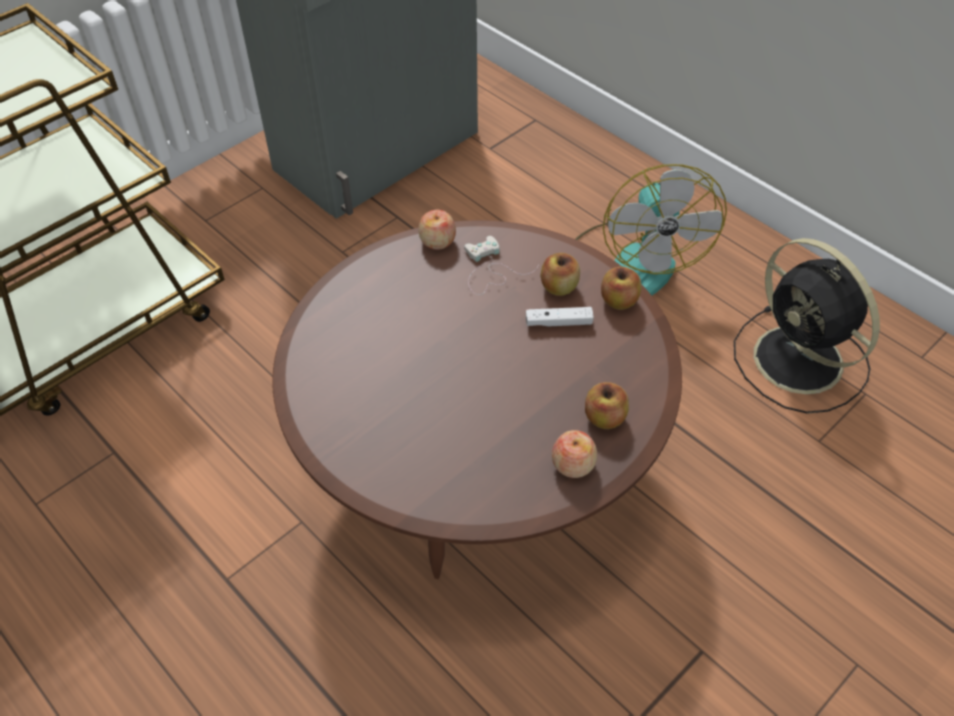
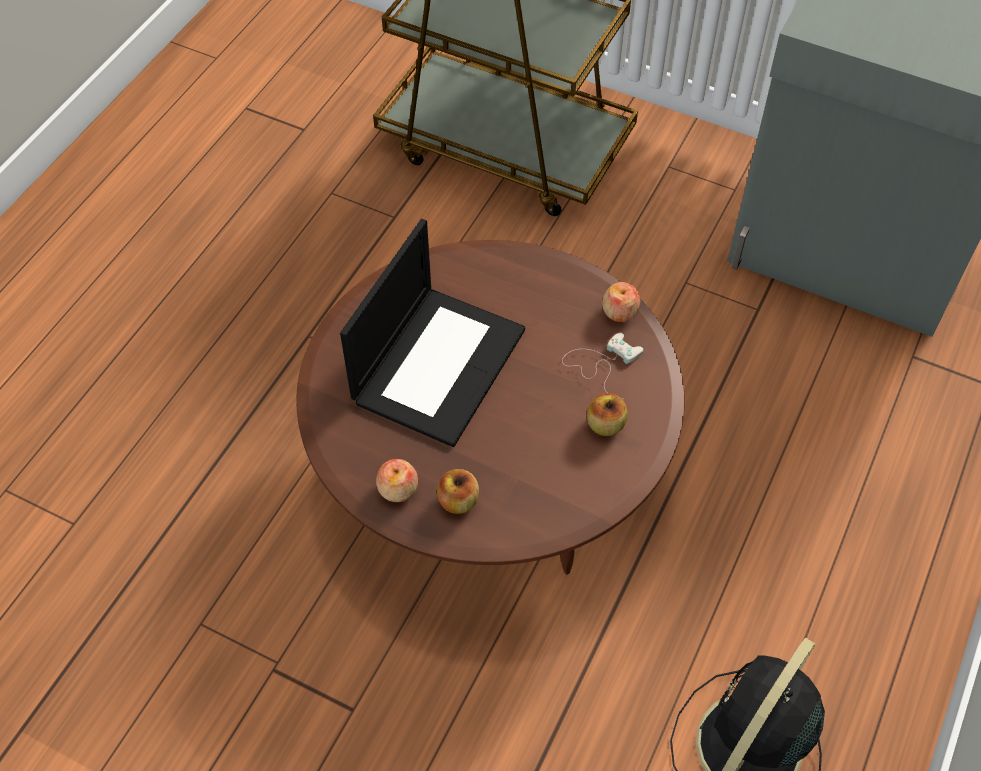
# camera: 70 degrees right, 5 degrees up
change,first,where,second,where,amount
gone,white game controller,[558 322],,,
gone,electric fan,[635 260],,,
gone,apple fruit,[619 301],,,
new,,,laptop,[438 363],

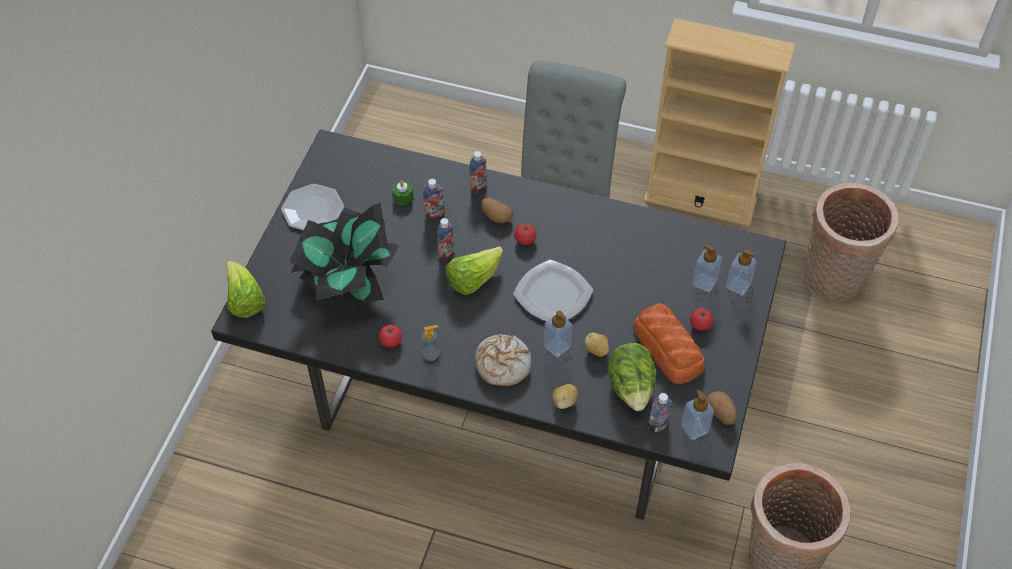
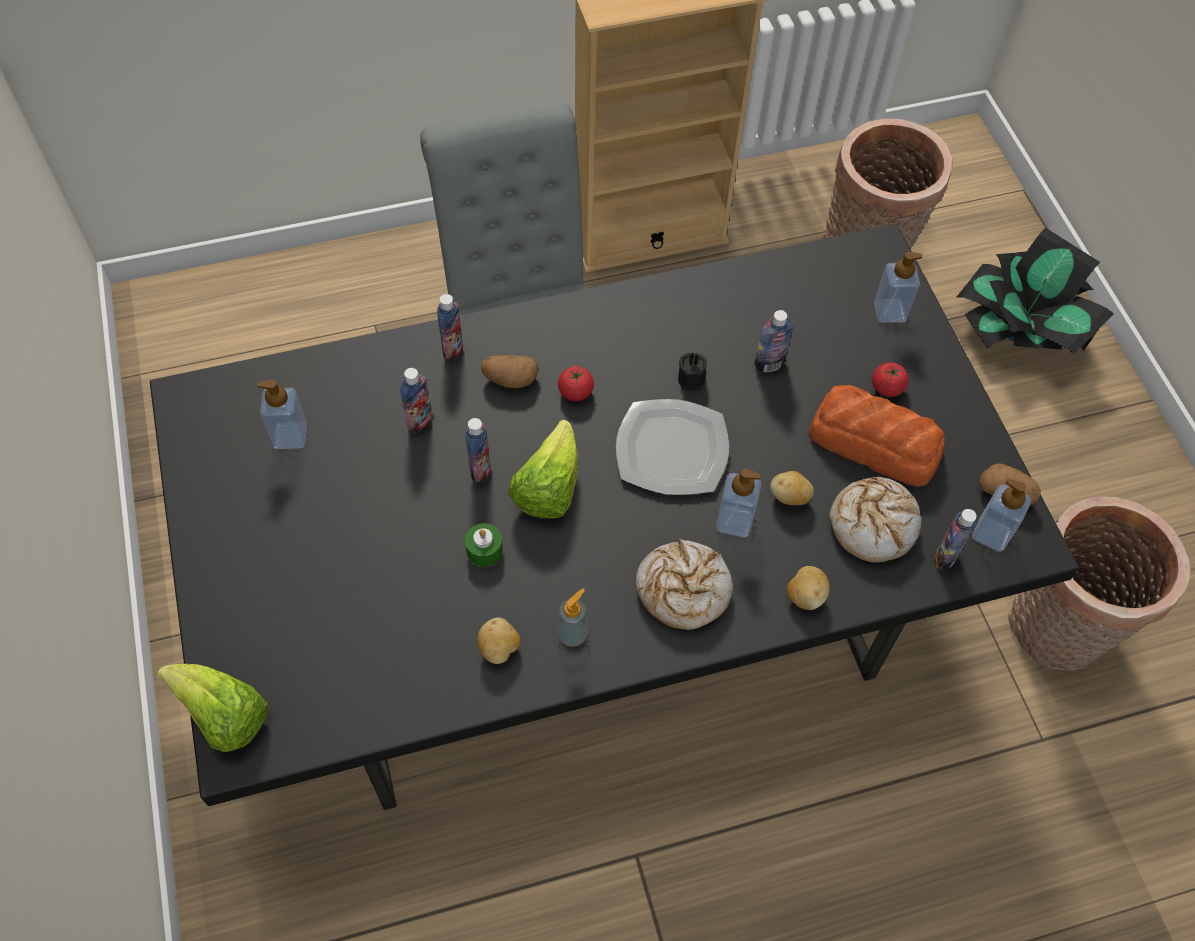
# camera: 35 degrees left, 5 degrees up
change,first,where,second,where,amount
gone,flat dish,[312 209],,,
new,,,black candle,[692 378],
new,,,bottle,[769 364],
shifted,plant in a pot,[347 281],,[1018 333],
shifted,green candle,[403 196],,[484 550],
shifted,soap bottle,[704 282],,[290 436],
swapped,tomato,[390 341],potato,[499 648],
swapped,lettuce head,[631 388],baked bread,[873 524],

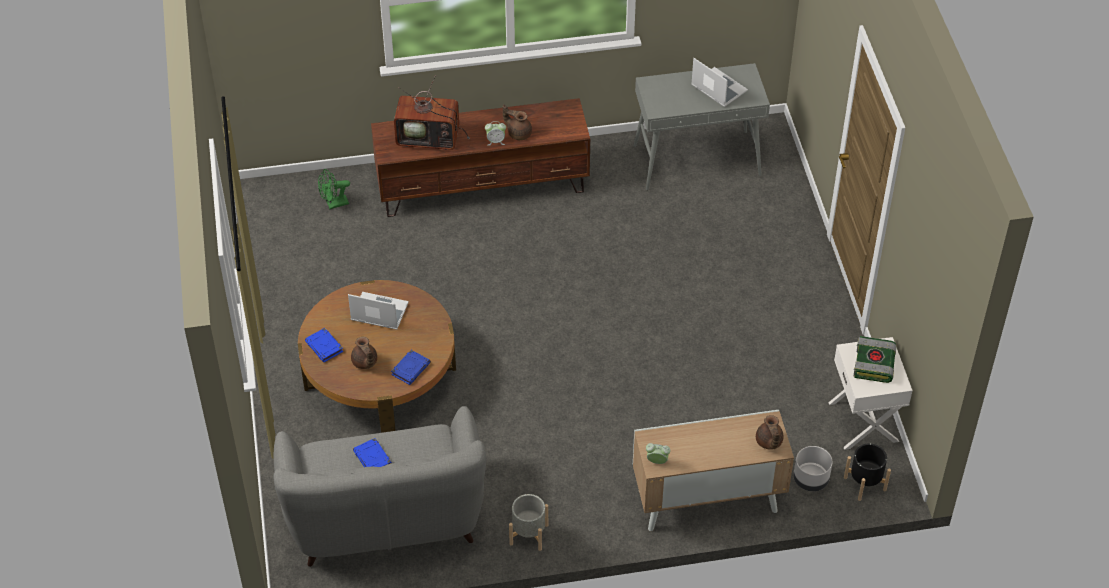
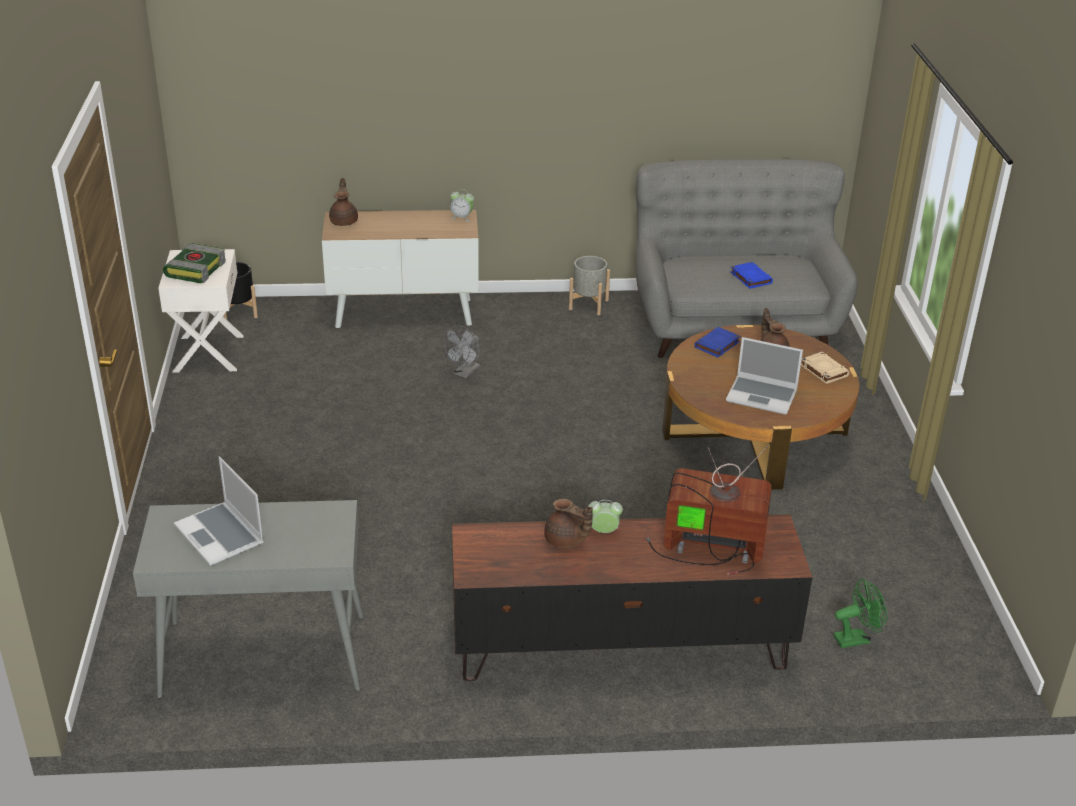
# camera: 175 degrees left, 15 degrees down
change,first,where,second,where,amount
gone,greyish plant pot,[810 480],,,
new,,,greyish electric fan,[464 373],
repainted,bluish bound book,[324 347],beige-coloured bound book,[823 370],

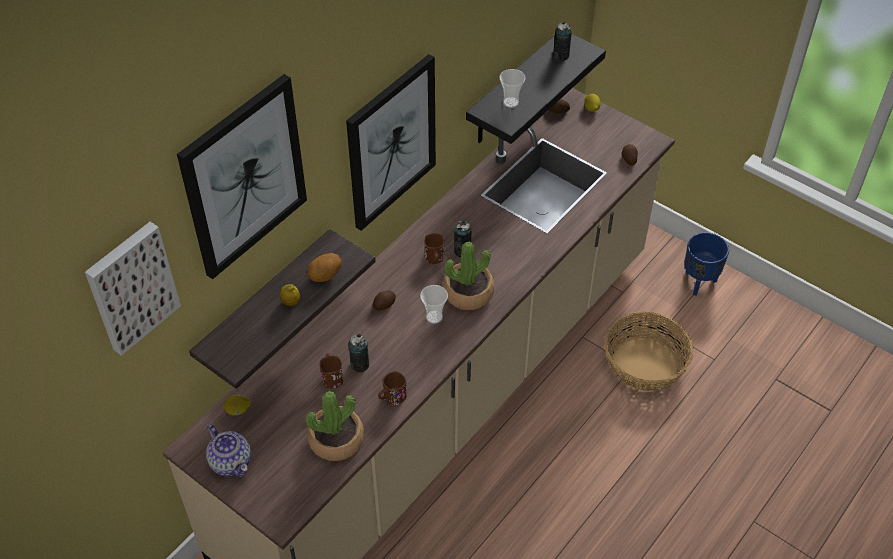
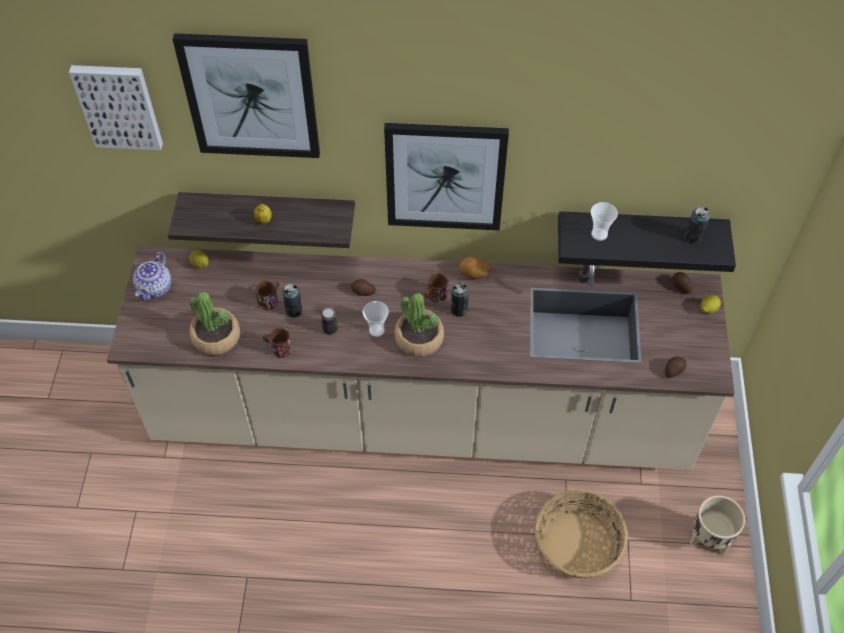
# camera: 55 degrees right, 5 degrees up
change,first,where,second,where,amount
new,,,can,[330 329],
shifted,potato,[325 276],,[473 275],
repainted,bluish plant pot,[698 282],beige-coloured plant pot,[708 540],

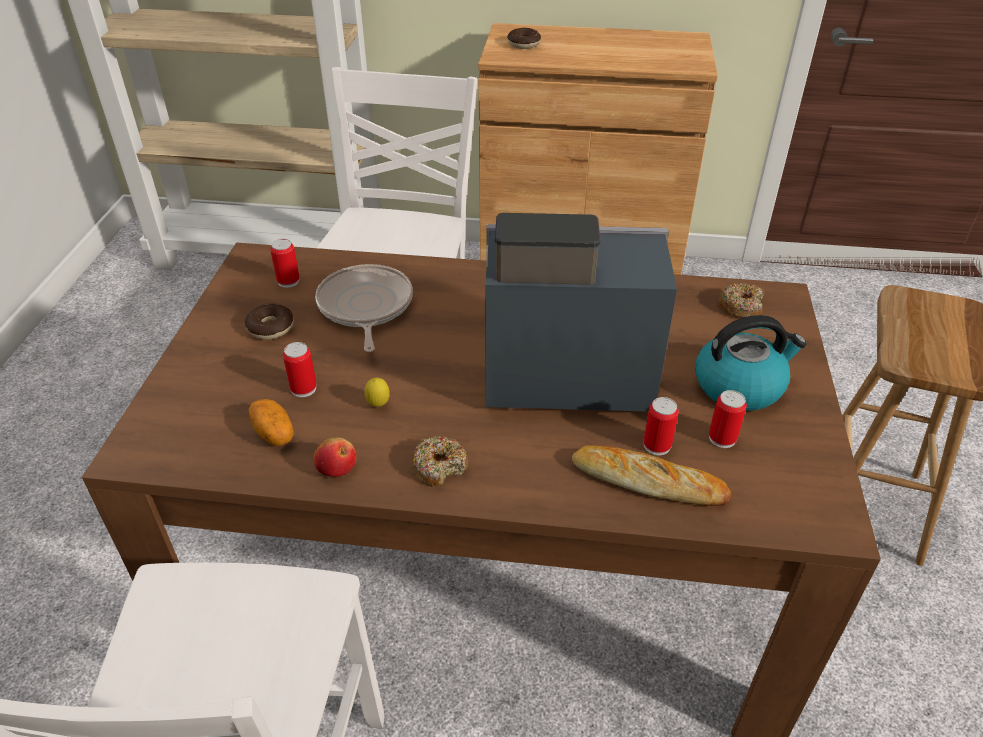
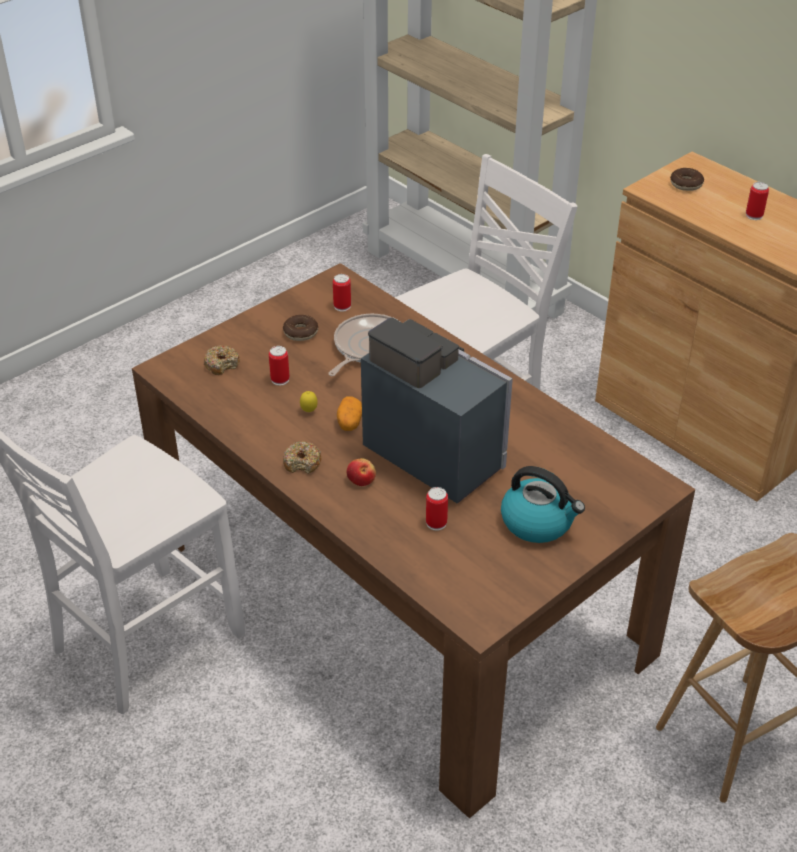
# camera: 40 degrees right, 0 degrees up
change,first,where,second,where,amount
gone,baked bread,[648 481],,,
shifted,potato,[274 433],,[349 422],
shifted,apple fruit,[337 468],,[361 480],
shifted,can,[722 438],,[754 215],
shifted,ring doughnut,[740 307],,[222 364],

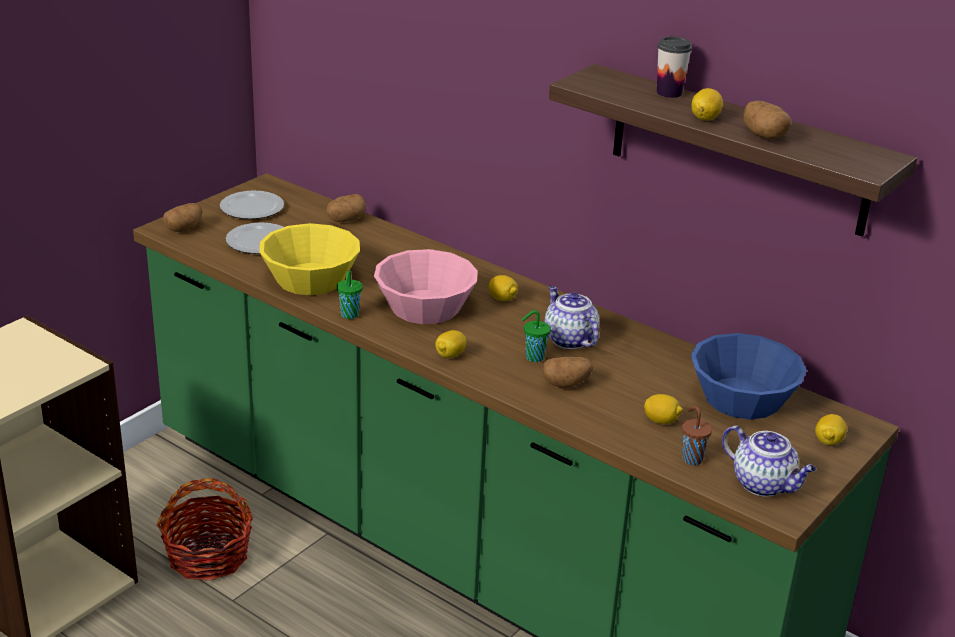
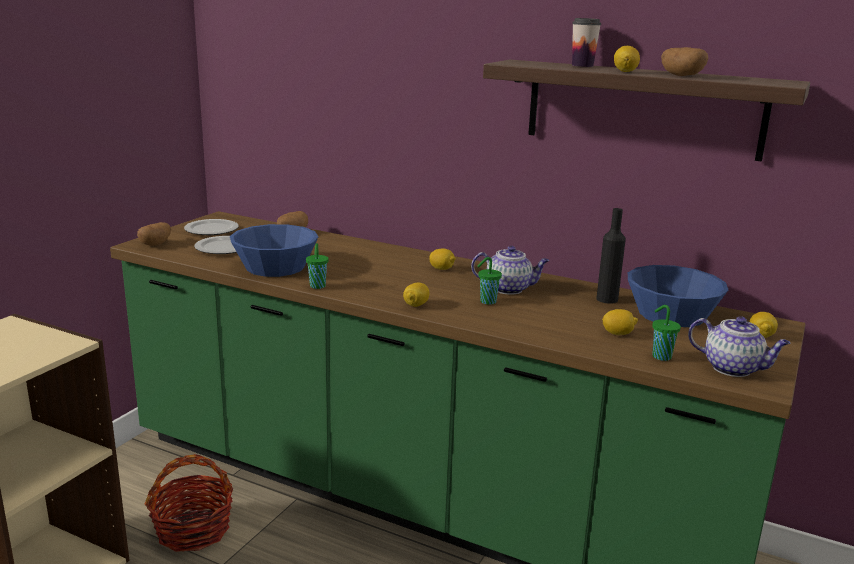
# camera: 10 degrees left, 10 degrees down
change,first,where,second,where,amount
gone,pink-coloured deep dish,[425 306],,,
gone,potato,[566 384],,,
new,,,black bottle,[607 299],
repainted,yellowish deep dish,[311 278],bluish deep dish,[275 266],
repainted,brown-coloured cup,[691 458],green cup,[660 356],
rotated,tea pot,[568 339],,[509 289],135 degrees clockwise

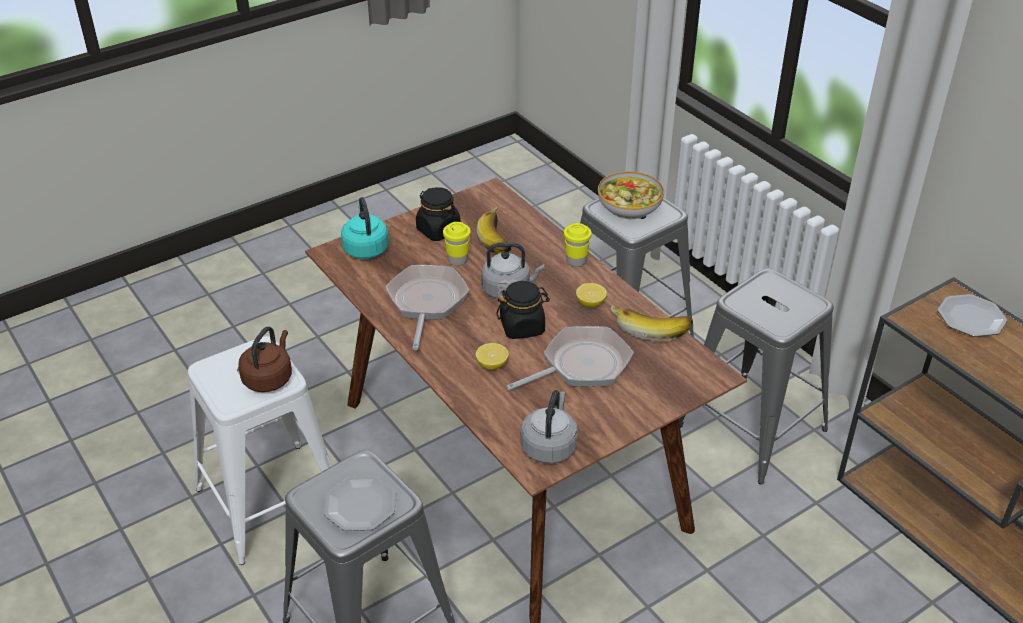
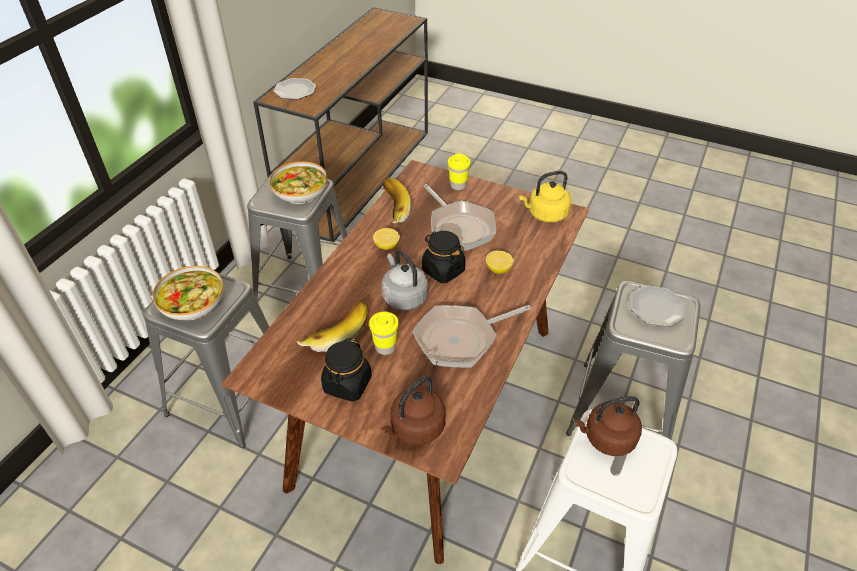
# camera: 120 degrees left, 5 degrees up
change,first,where,second,where,amount
new,,,deep dish,[300 192],
shifted,yellowish cup,[576 261],,[458 186],
repainted,turquoise-coloured water kettle,[365 248],brown-coloured water kettle,[415 428],
repainted,greyish water kettle,[549 446],yellowish water kettle,[545 214],
rotated,pan,[581 365],,[459 227],150 degrees counterclockwise

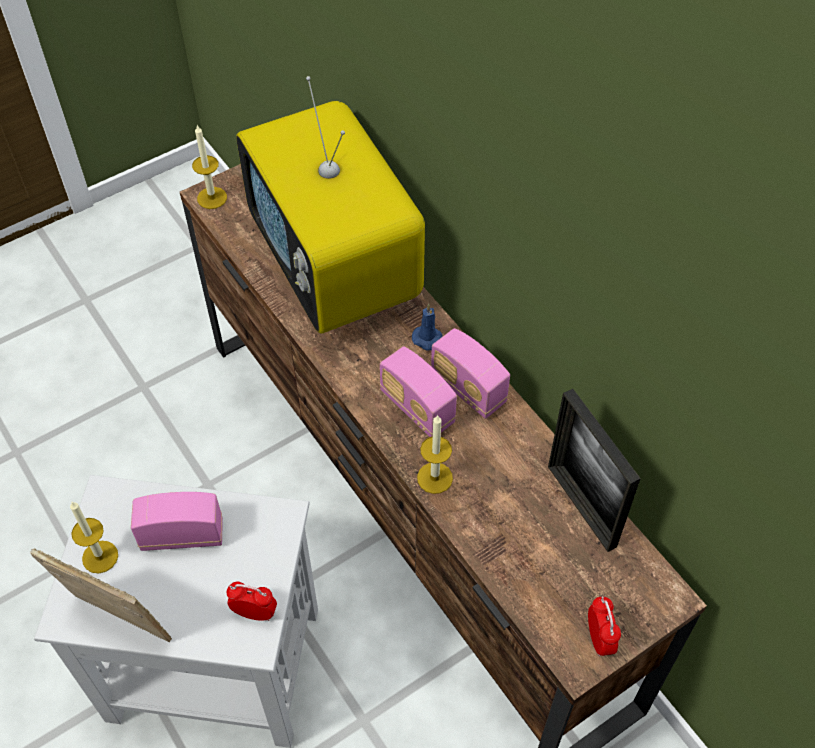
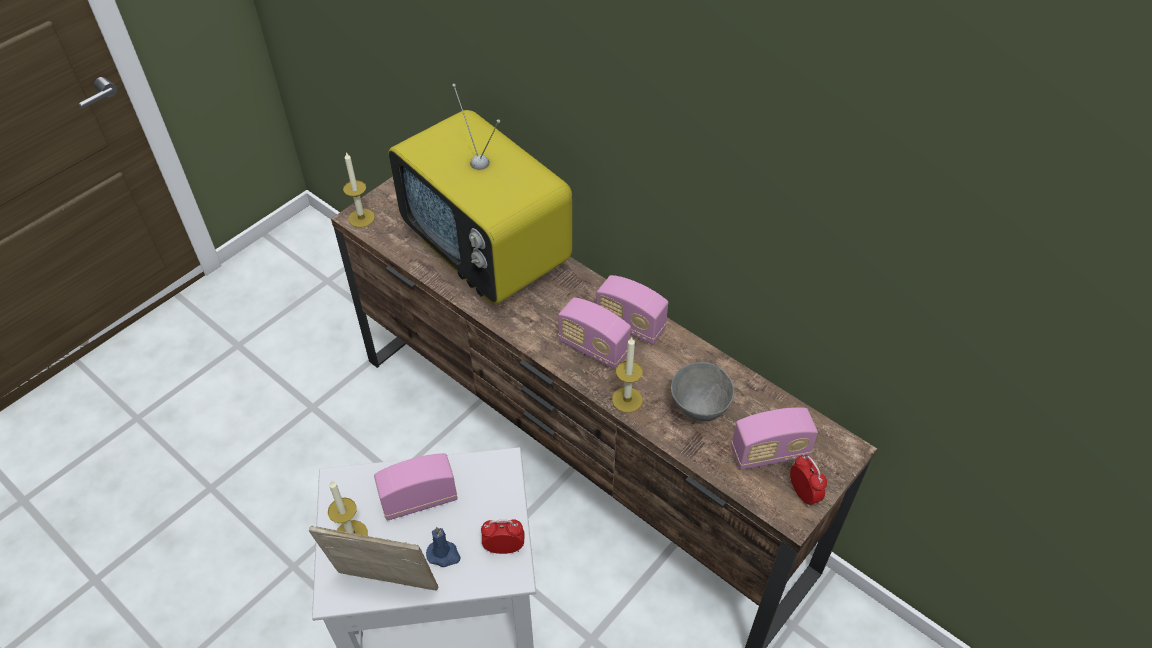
# camera: 15 degrees left, 5 degrees down
change,first,where,second,where,amount
gone,photo frame,[581 506],,,
new,,,greyish deep dish,[698 408],
new,,,radio,[769 453],
shifted,bluish candle,[429 340],,[444 554],

